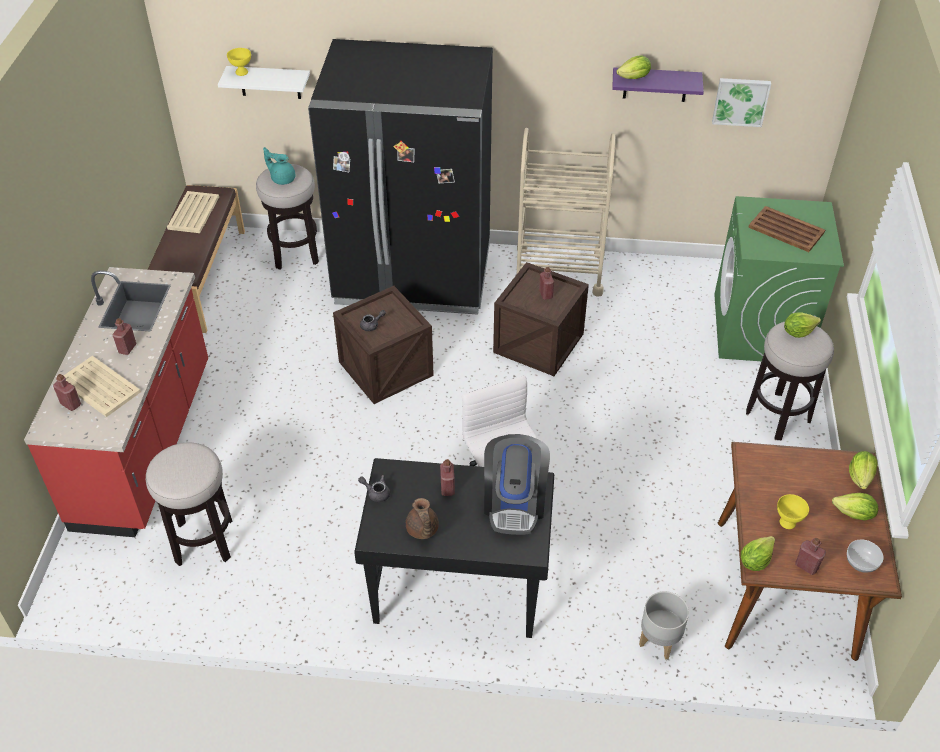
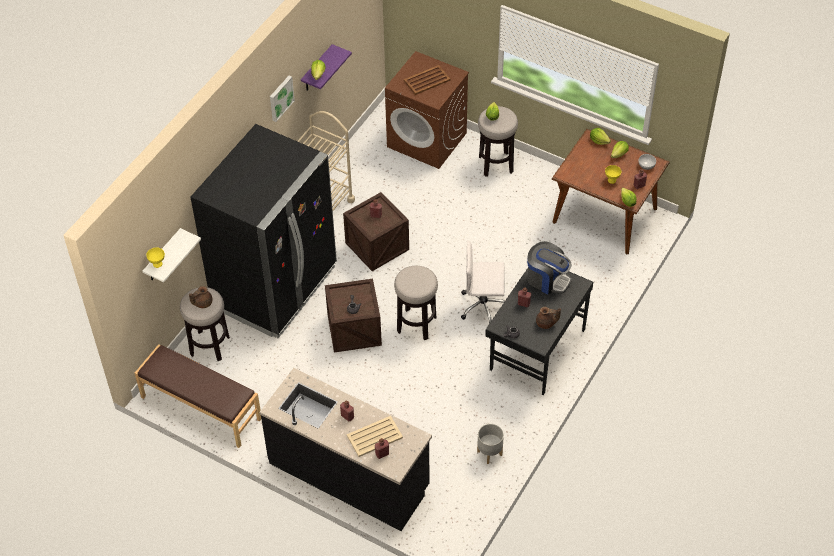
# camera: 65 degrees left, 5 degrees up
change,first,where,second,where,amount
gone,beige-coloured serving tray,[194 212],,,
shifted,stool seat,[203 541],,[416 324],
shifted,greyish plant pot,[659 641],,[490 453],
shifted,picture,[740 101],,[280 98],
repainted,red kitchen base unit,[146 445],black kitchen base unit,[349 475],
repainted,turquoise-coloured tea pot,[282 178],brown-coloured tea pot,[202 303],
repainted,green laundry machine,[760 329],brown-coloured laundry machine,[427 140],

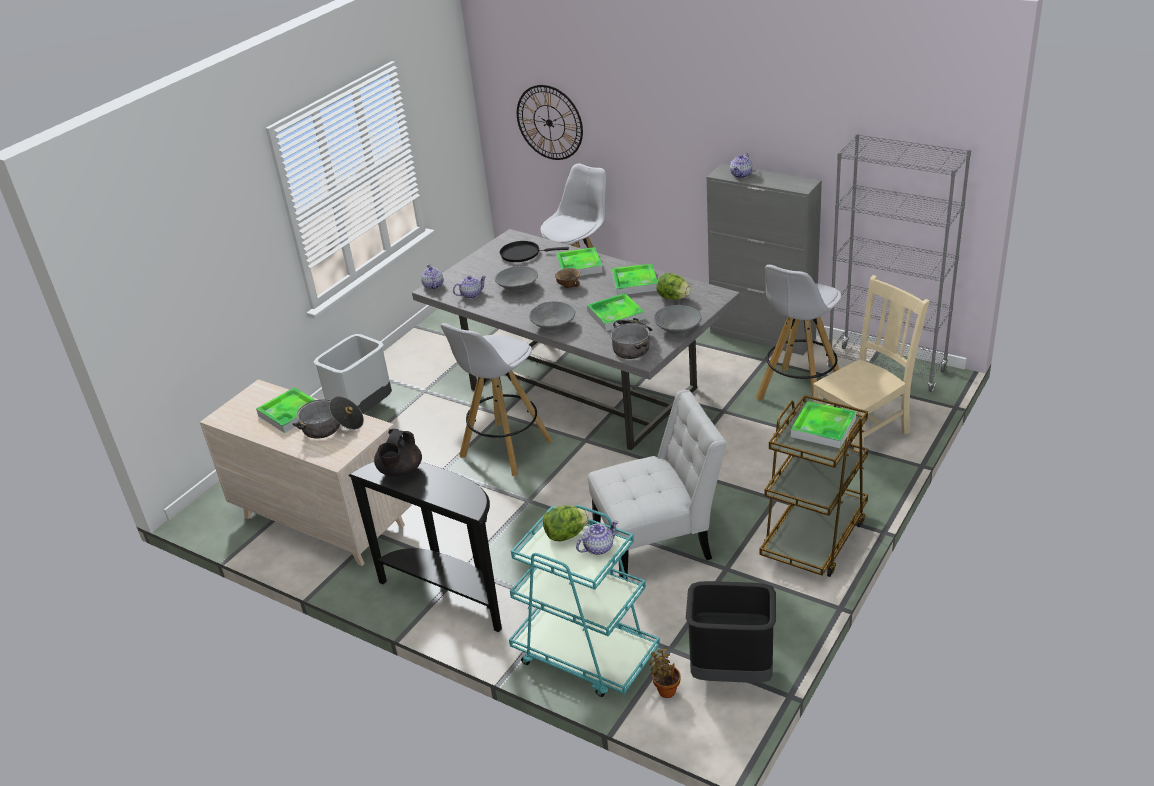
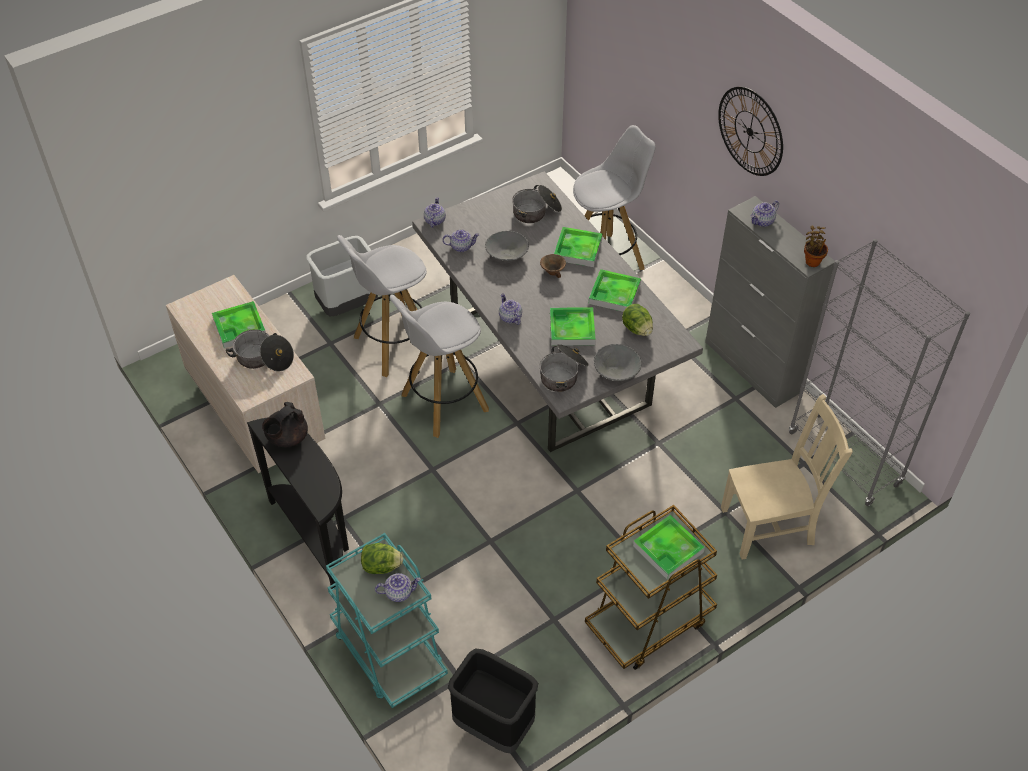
# camera: 20 degrees right, 15 degrees up
change,first,where,second,where,amount
gone,white chair,[659 541],,,
shifted,clock on the wall,[549 122],,[750 131],
shifted,plant in a pot,[666 689],,[812 260],
shifted,white stool seat,[799 393],,[393 345],
swapped,black pan,[523 254],saucepot,[536 212],
swapped,greyish deep dish,[553 325],tea pot,[510 317],

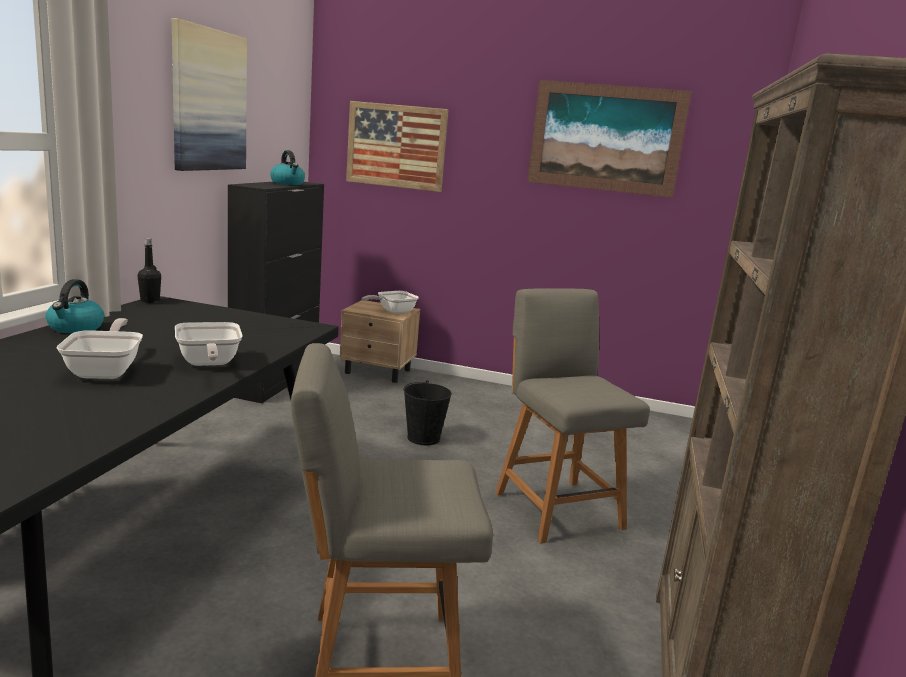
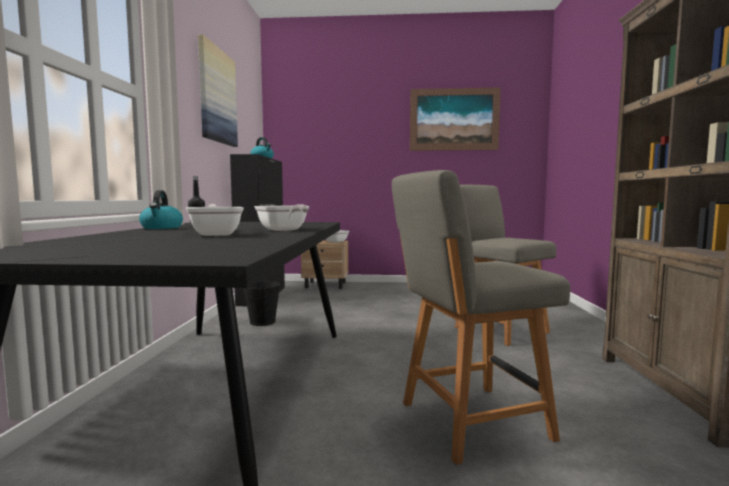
# camera: 10 degrees left, 10 degrees down
change,first,where,second,where,amount
gone,picture,[396 146],,,
shifted,black pail,[424 438],,[263 322],

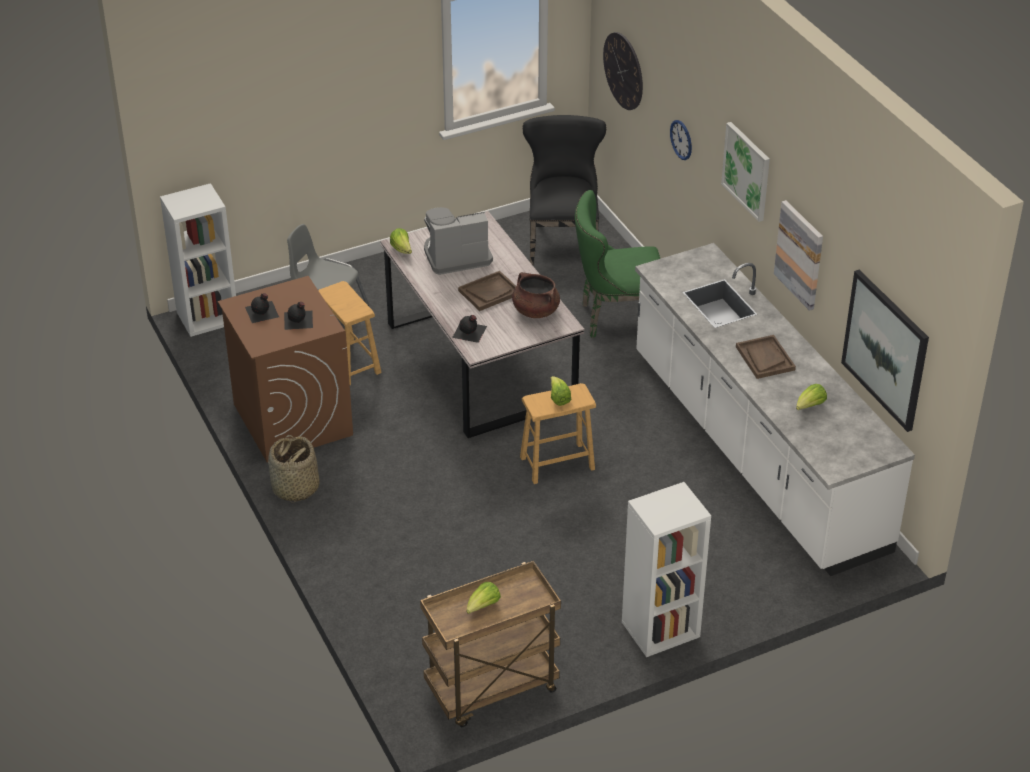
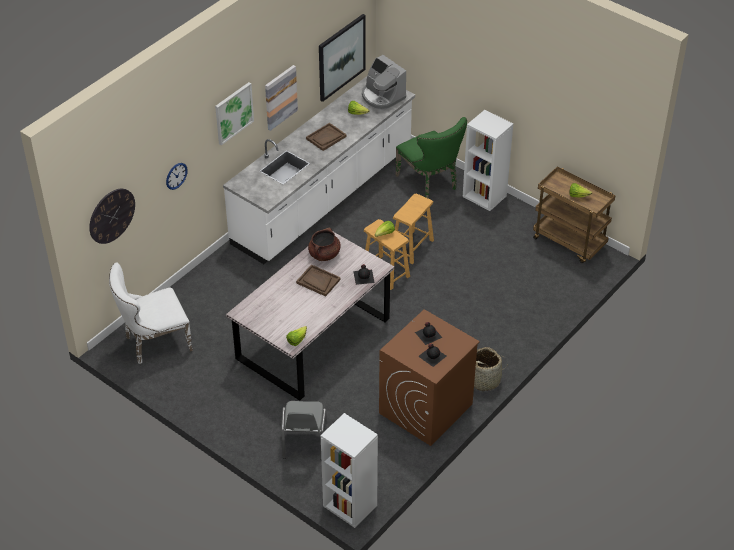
# camera: 115 degrees left, 5 degrees up
change,first,where,second,where,amount
shifted,brown-coloured stool seat,[349 363],,[412 247],
shifted,coffee maker,[456 256],,[382 96],
shifted,green chair,[617 318],,[430 183],
repainted,black chair,[562 240],white chair,[154 343],

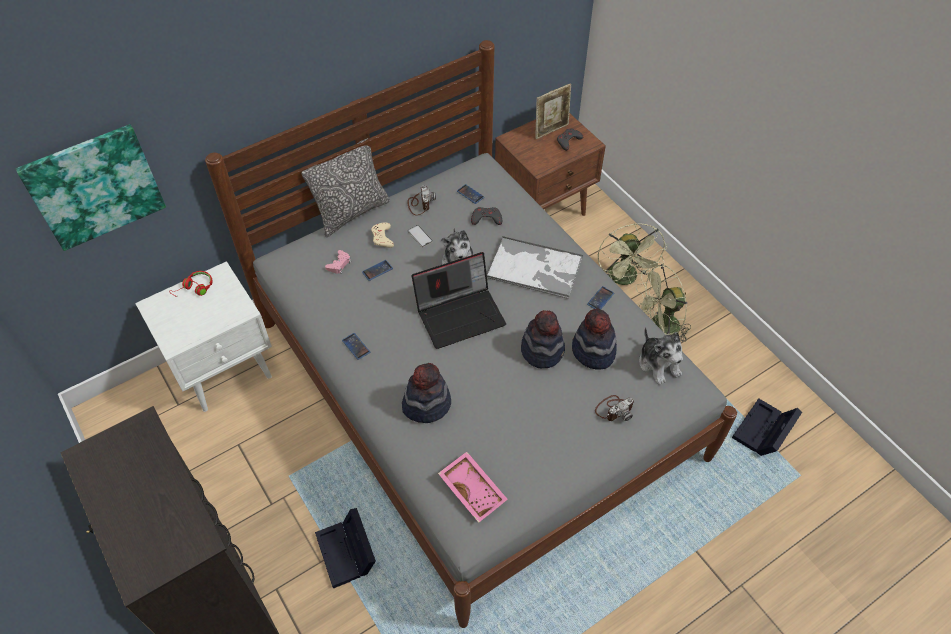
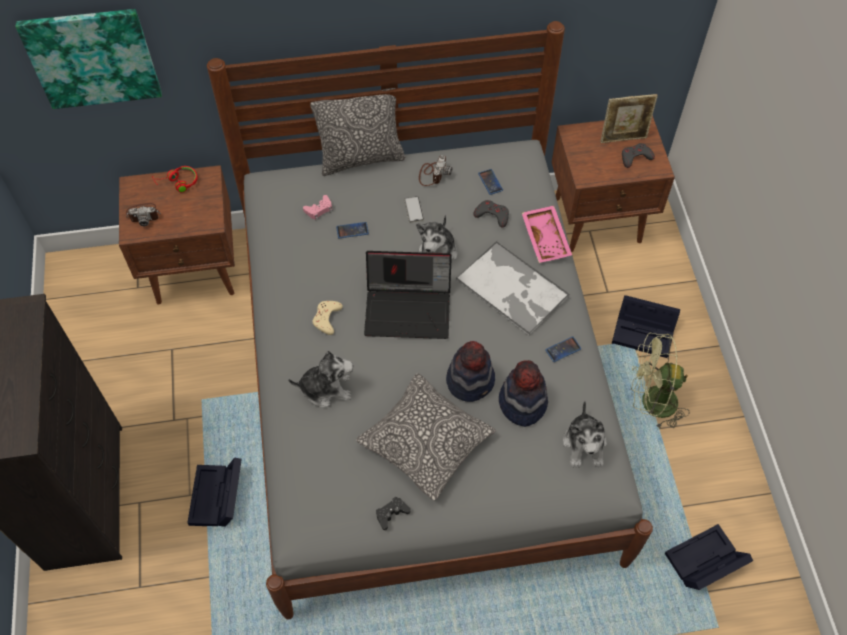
# camera: 25 degrees right, 5 degrees up
change,first,where,second,where,amount
gone,telephone,[356 346],,,
new,,,pillow,[425 442],
new,,,black game controller,[391 514],
shifted,beige-coloured game controller,[382 238],,[327 318],
shifted,pink-coloured serving tray,[473 489],,[546 238],
shifted,still camera,[614 409],,[144 214],
swapped,wearable hat,[426 404],cuddly toy,[326 388],
swapped,green electric fan,[625 279],black storage bin,[645 332],
repainted,white nightstand,[226 370],brown-coloured nightstand,[195 270],

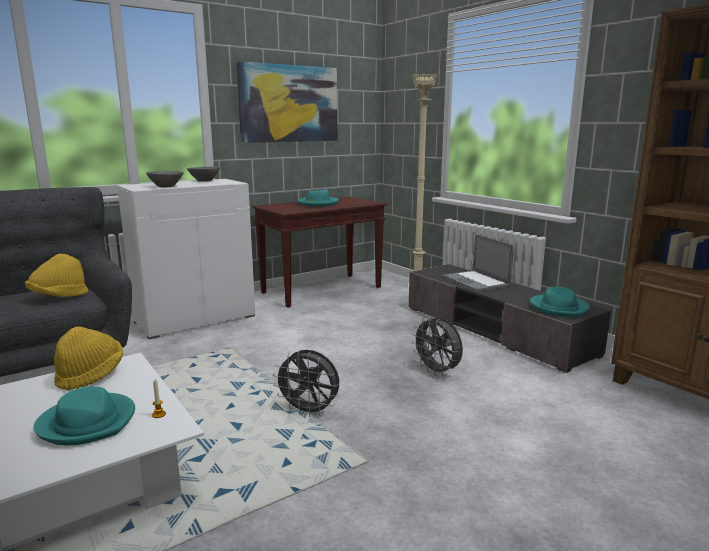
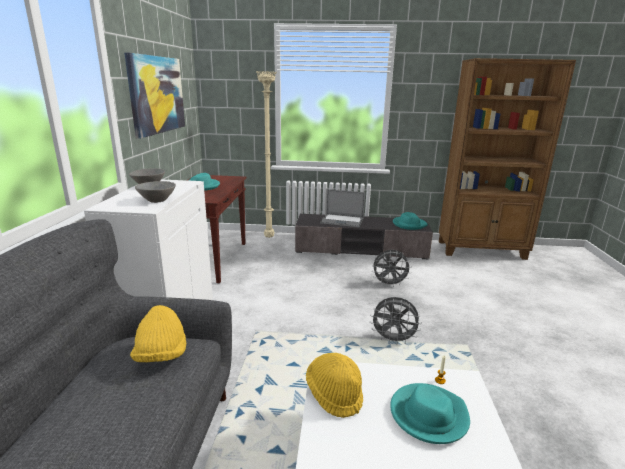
# camera: 50 degrees left, 5 degrees up
change,first,where,second,where,amount
rotated,greyish electric fan,[309 411],,[393 340],45 degrees clockwise

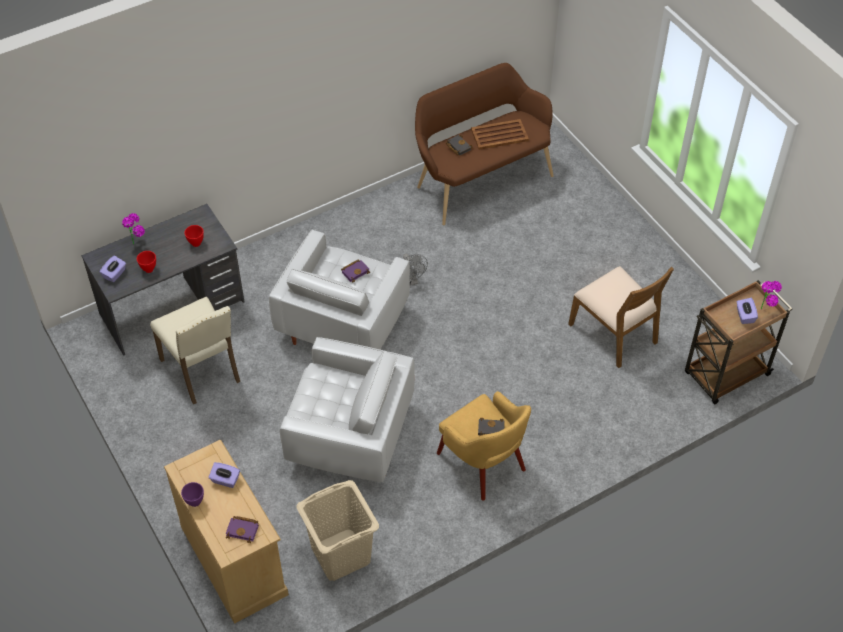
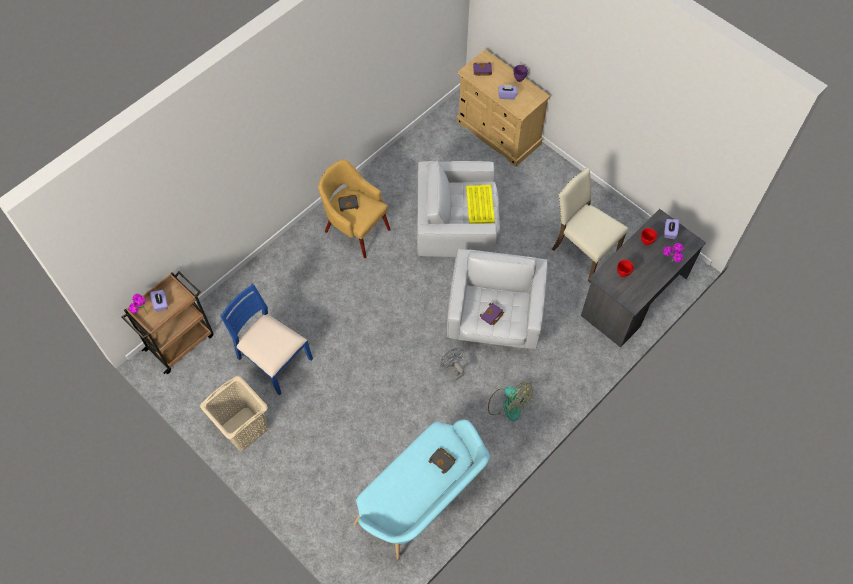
# camera: 165 degrees right, 10 degrees up
change,first,where,second,where,amount
gone,brown-coloured serving tray,[500 135],,,
new,,,yellowish serving tray,[480 204],
new,,,electric fan,[508 404],
shifted,beige-coloured washing basket,[341 555],,[244 428],
repainted,brown-coloured indoor bench,[480 179],turquoise-coloured indoor bench,[423 502],
repainted,brown-coloured chair,[614 333],bluish chair,[273 359],

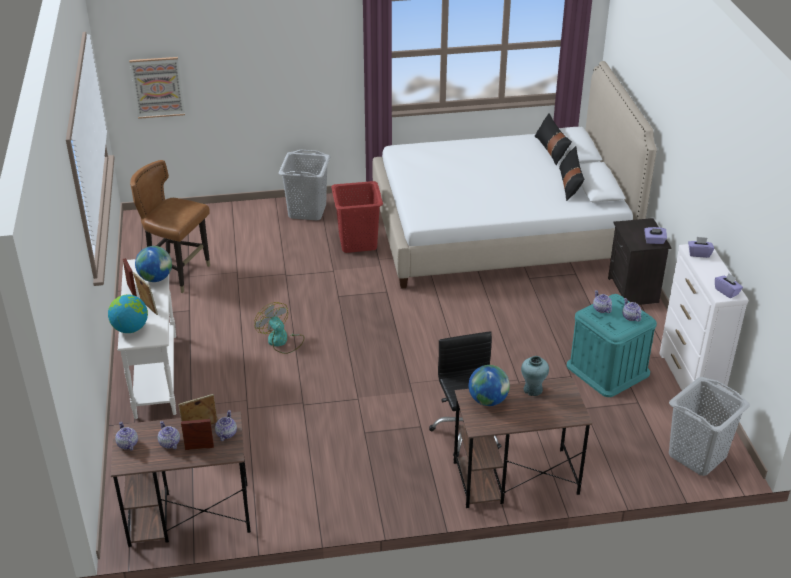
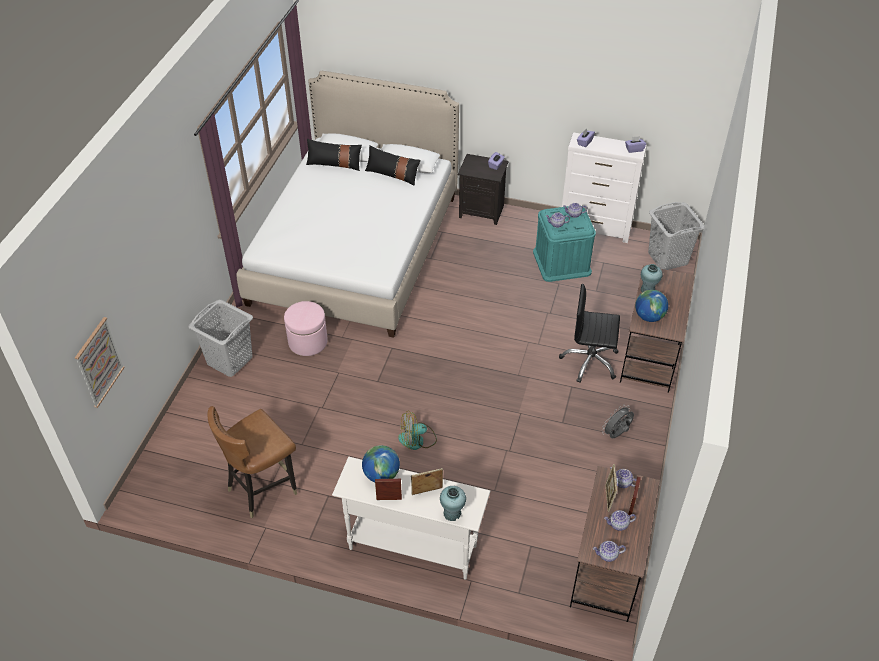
# camera: 65 degrees left, 10 degrees up
change,first,where,second,where,amount
new,,,greyish electric fan,[616 434],
swapped,globe,[130 328],turquoise-coloured flower vase,[452 513],
swapped,red washing basket,[358 243],pink-coloured footrest,[308 342],

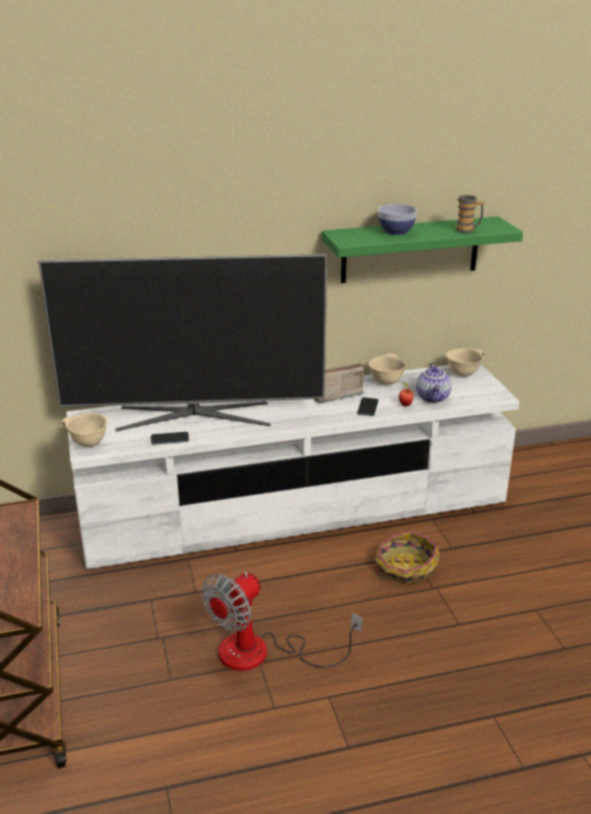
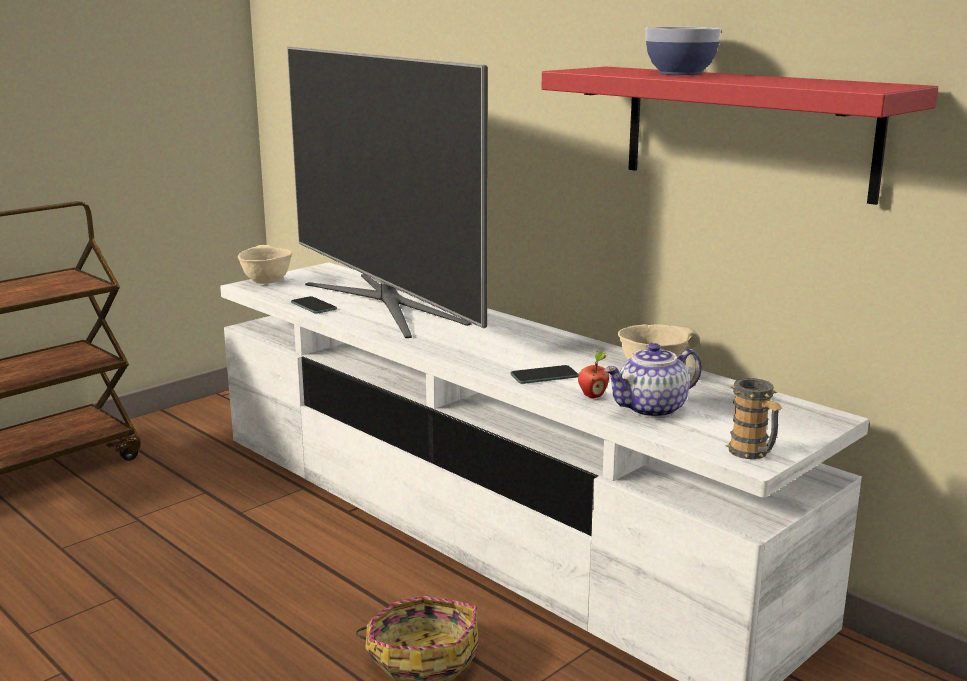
# camera: 60 degrees right, 10 degrees down
change,first,where,second,where,amount
gone,electric fan,[261 653],,,
gone,radio,[334 395],,,
gone,beige-coloured deep dish,[463 373],,,
shifted,tea mug,[468 230],,[753 454],
repainted,green wall shelf,[410 250],red wall shelf,[747 130],

